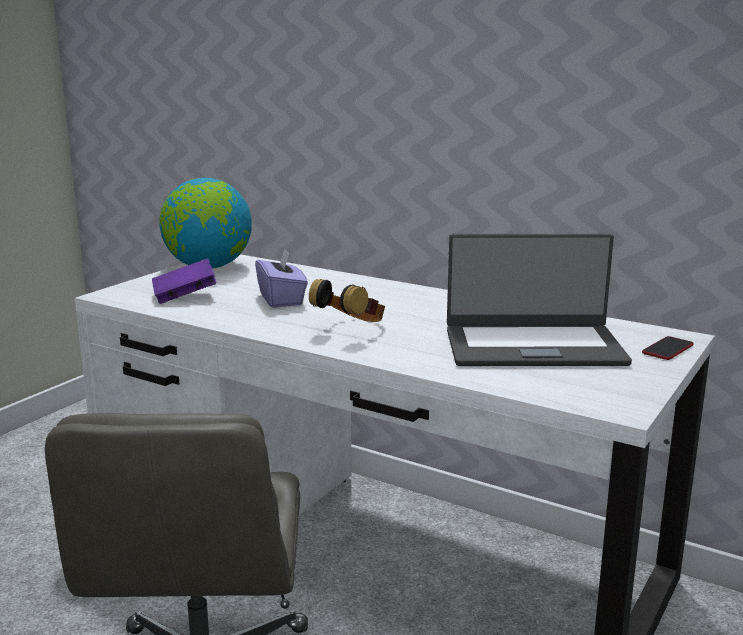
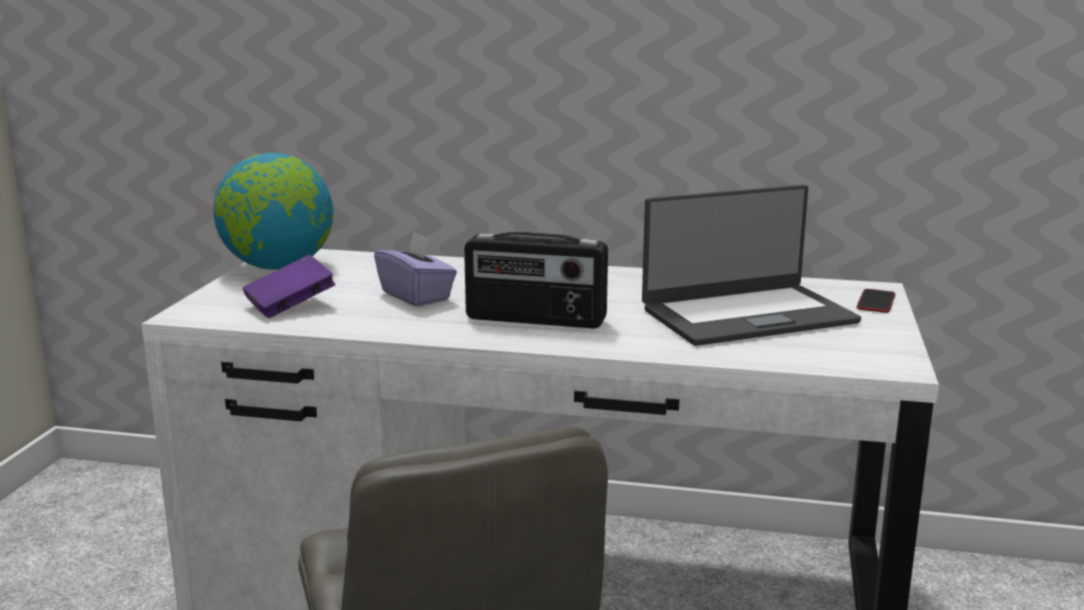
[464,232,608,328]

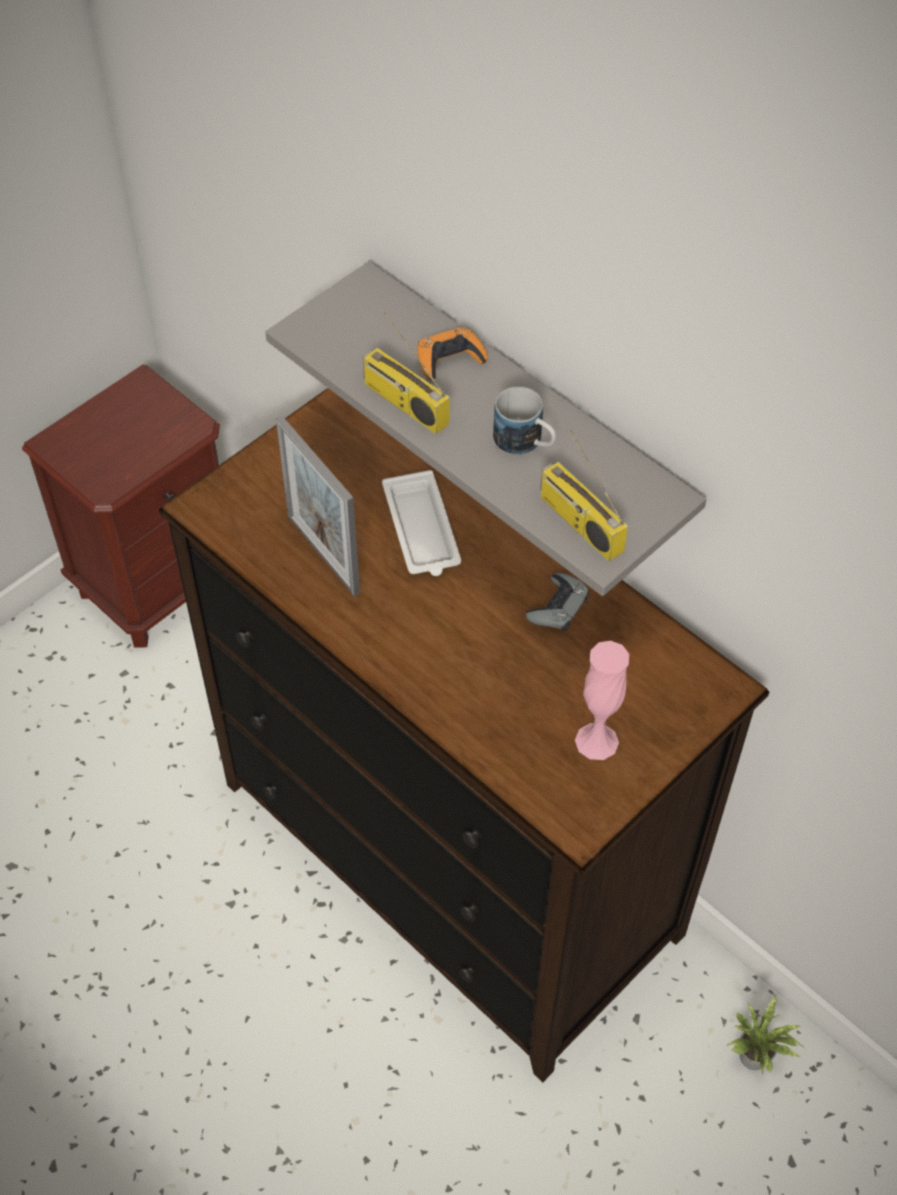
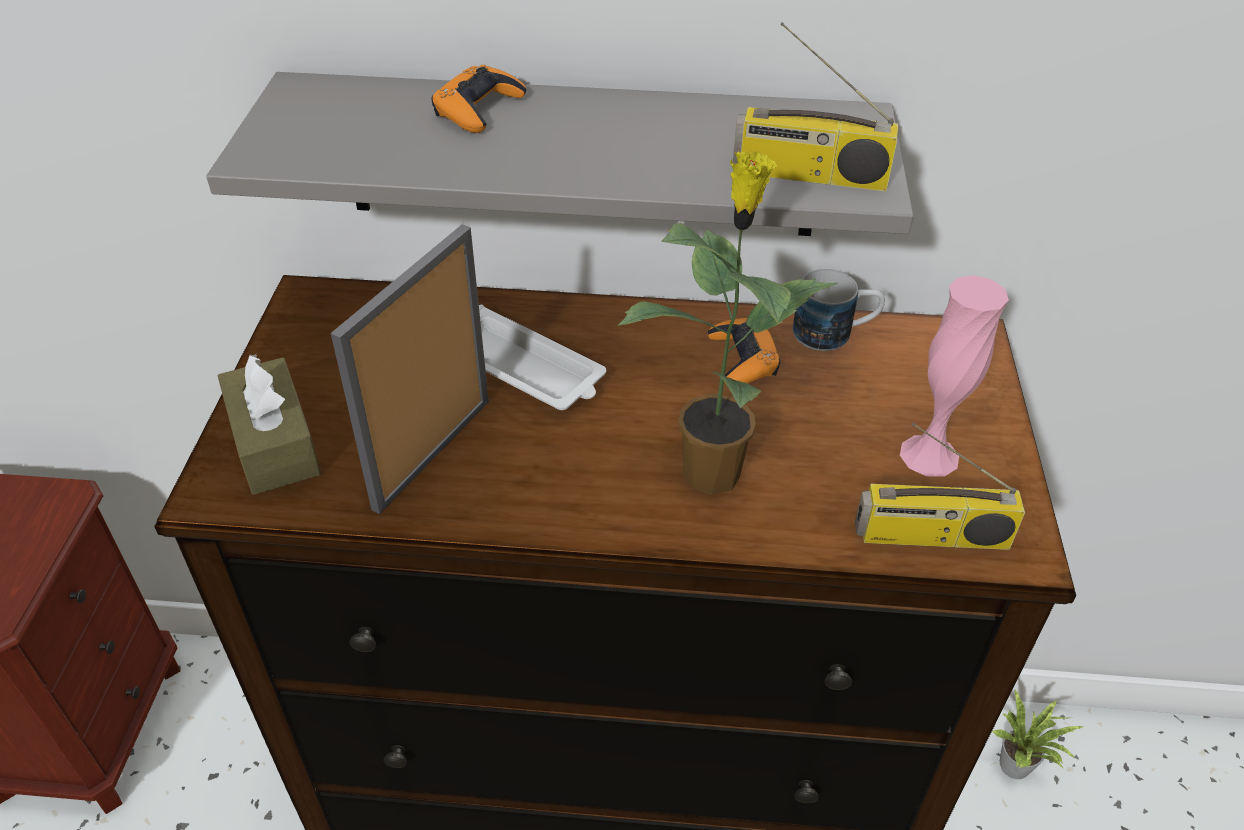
[855,423,1025,550]
[793,269,885,351]
[331,224,489,514]
[708,318,781,384]
[618,151,837,495]
[218,354,321,495]

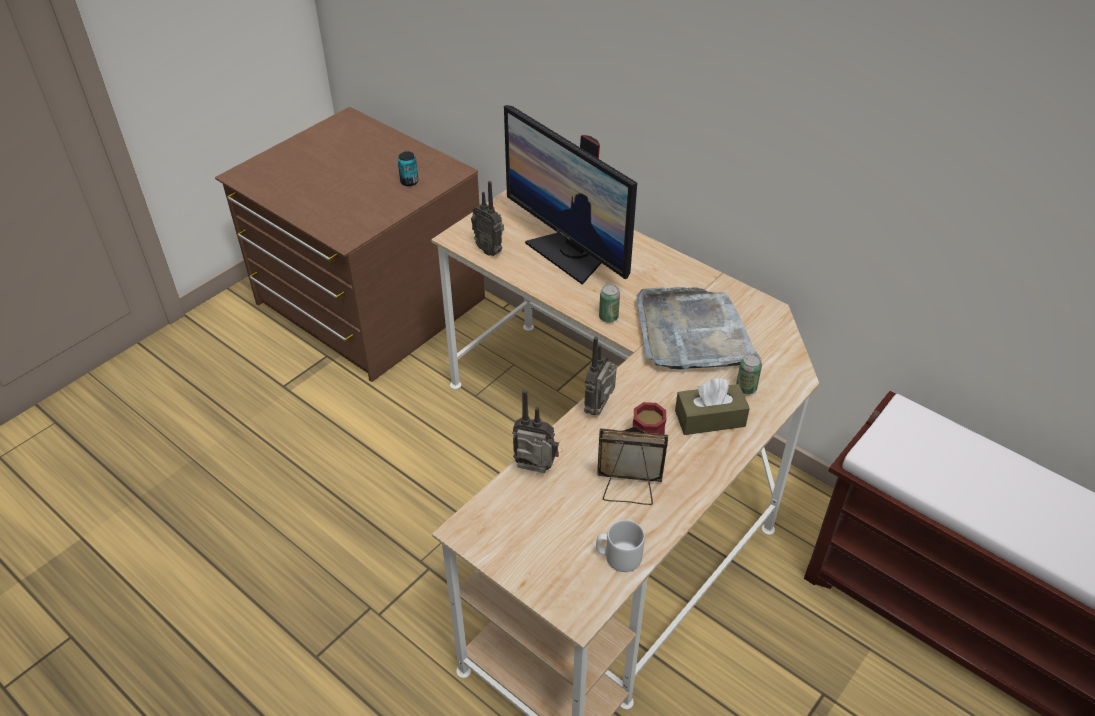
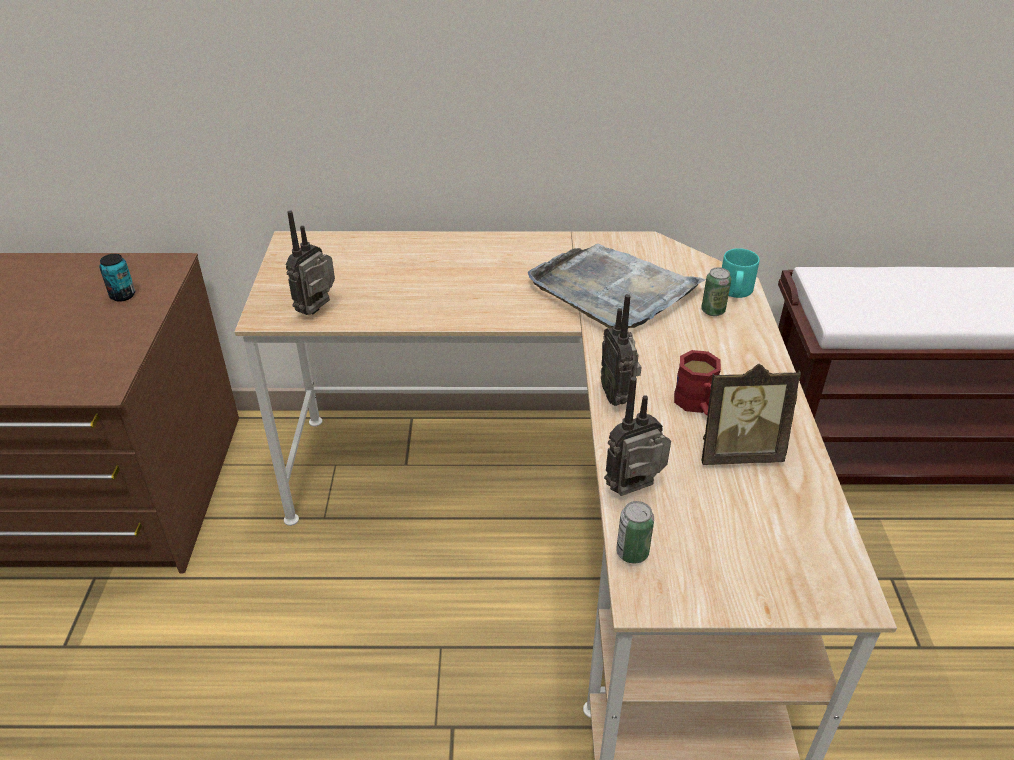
[504,105,637,285] (first image)
[286,211,335,315]
[616,501,654,564]
[675,378,750,435] (first image)
[702,364,801,465]
[596,520,645,572] (first image)
[722,248,759,298]

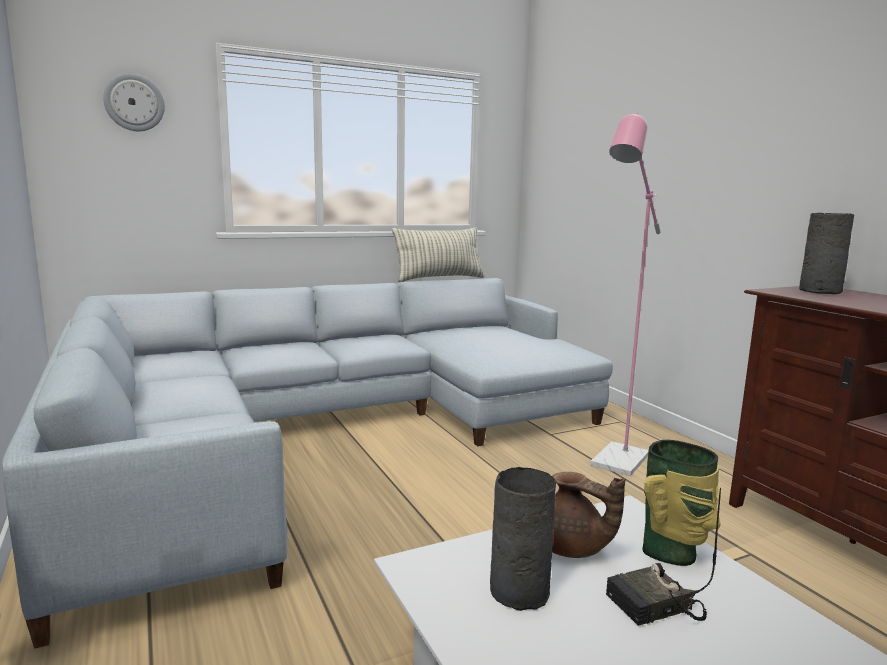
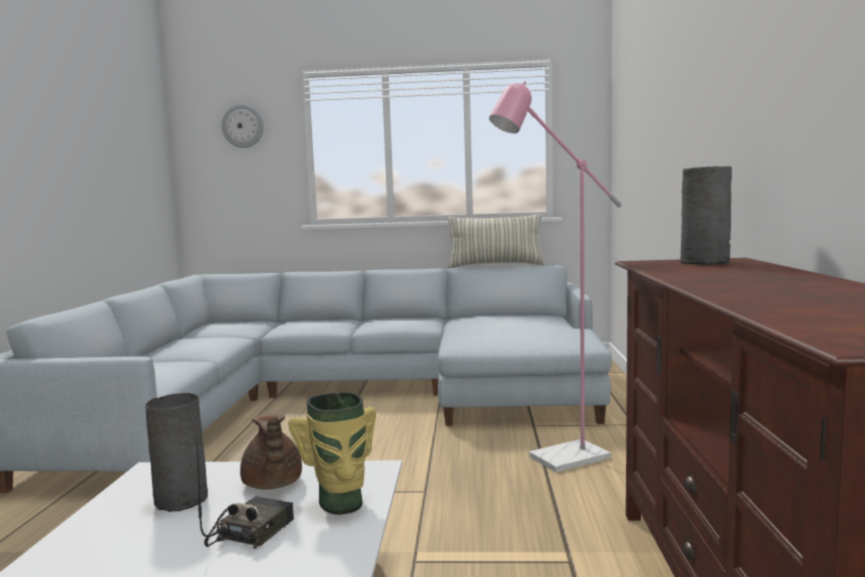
[196,438,294,549]

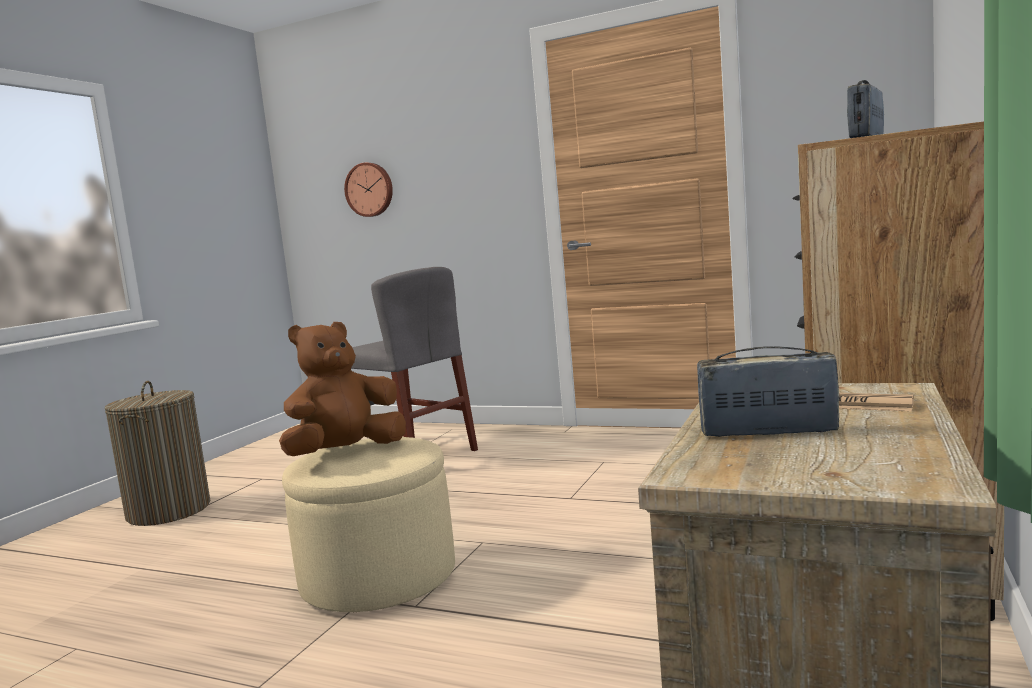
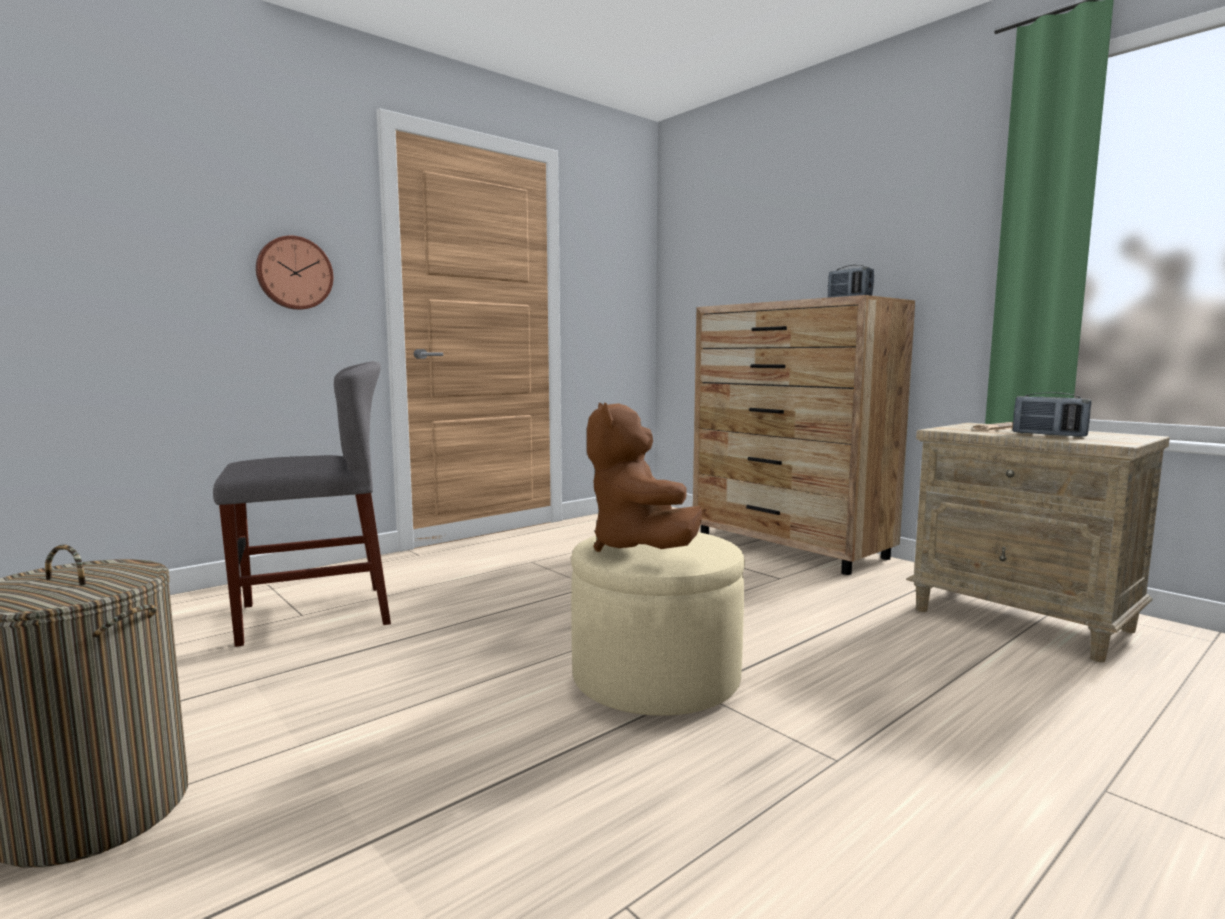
[256,236,333,310]
[1013,392,1091,437]

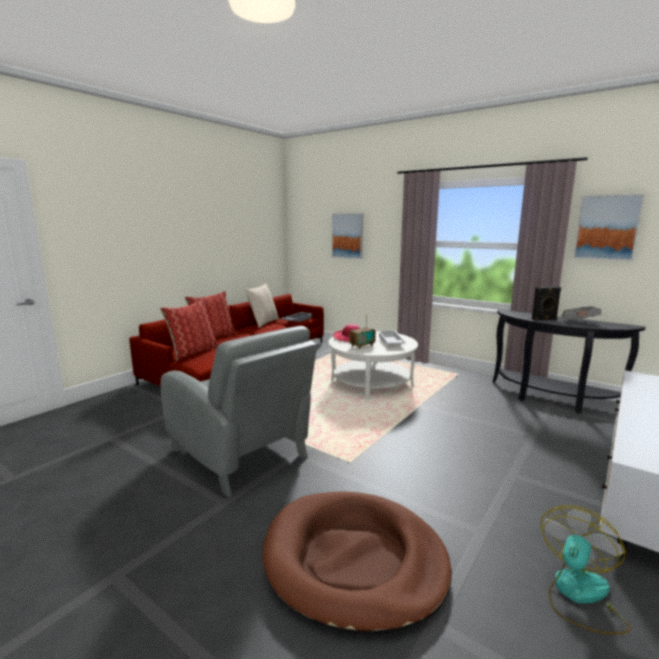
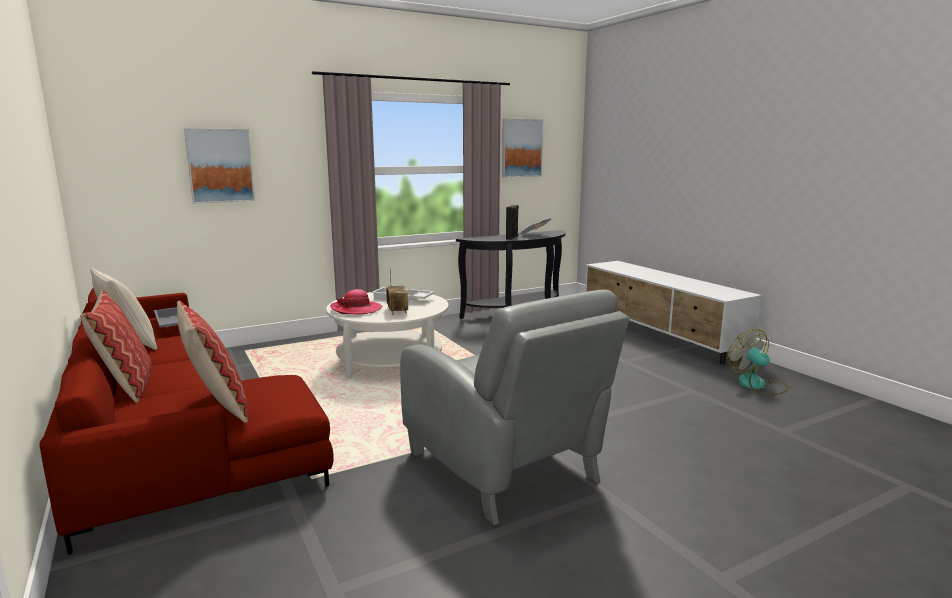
[400,290,629,525]
[262,491,452,635] (first image)

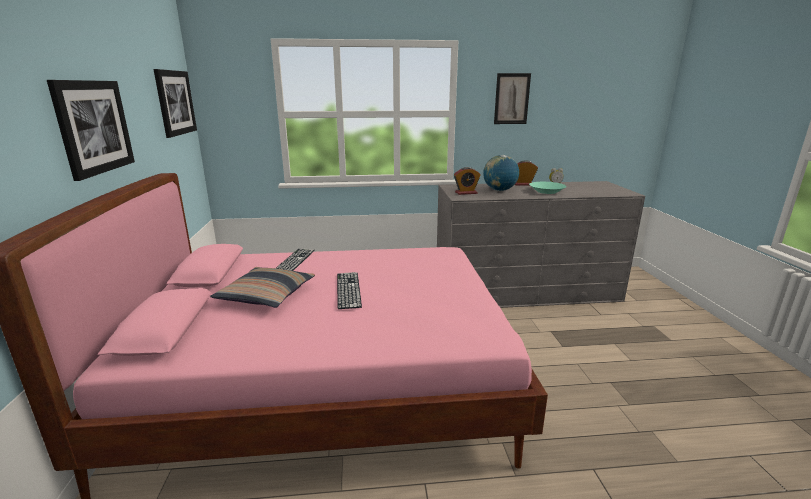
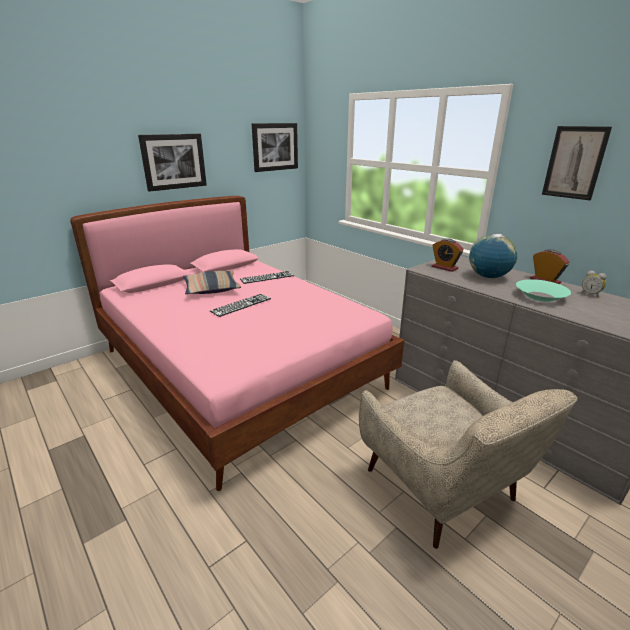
[359,360,577,549]

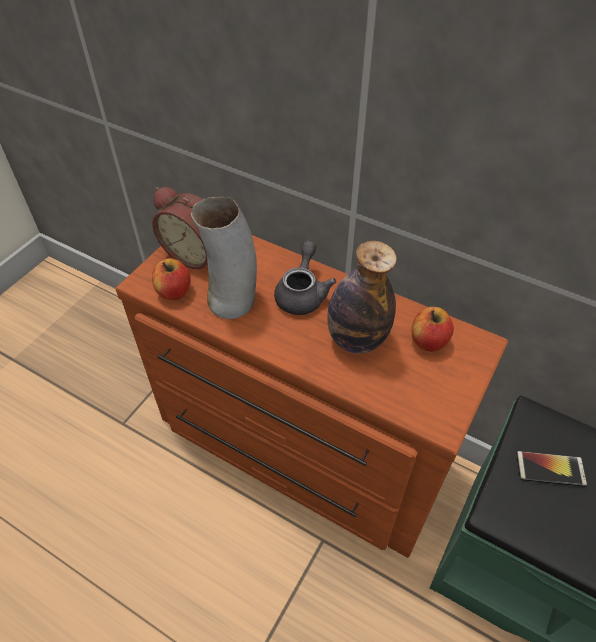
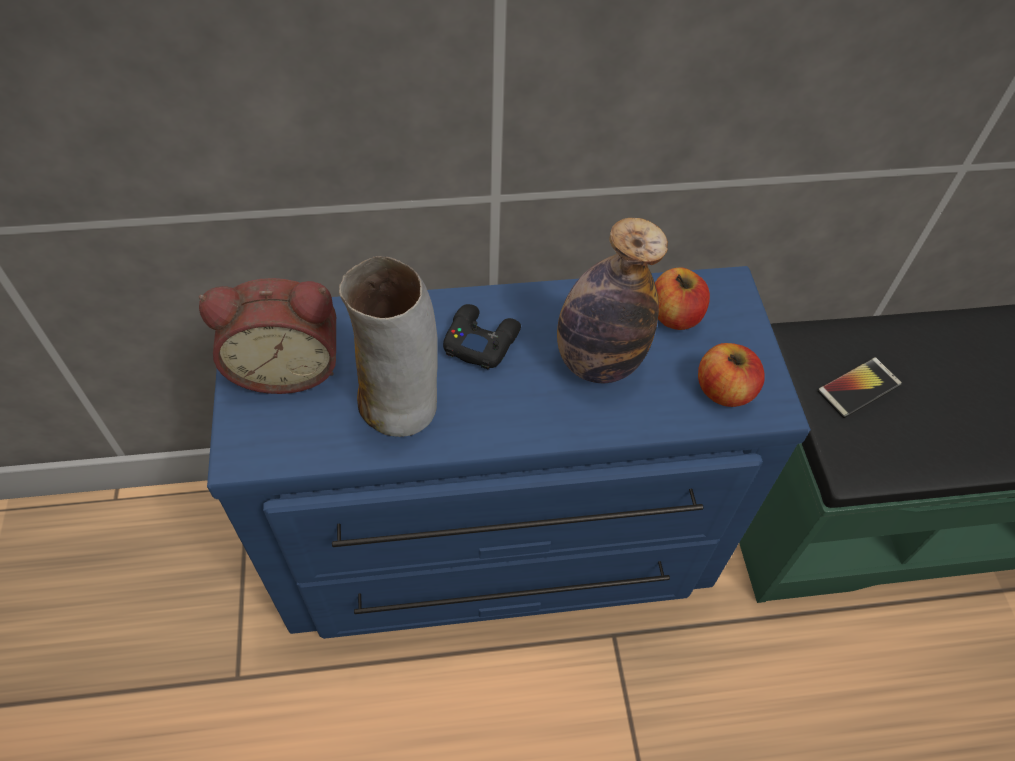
[207,266,811,639]
[443,304,521,370]
[698,343,765,407]

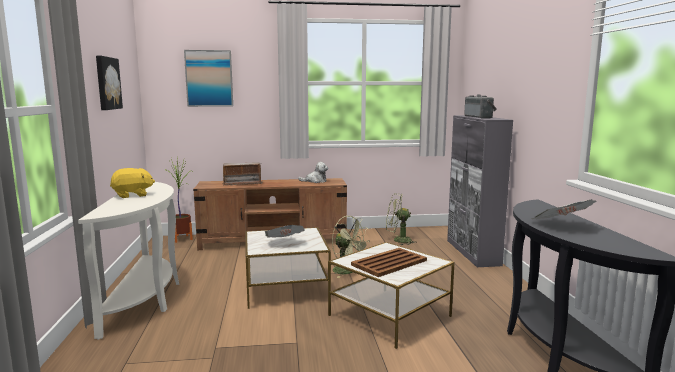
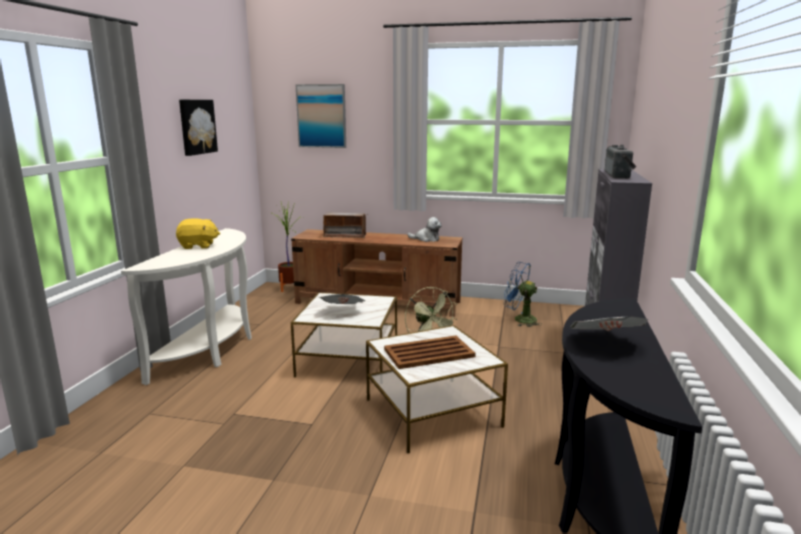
[504,262,541,327]

